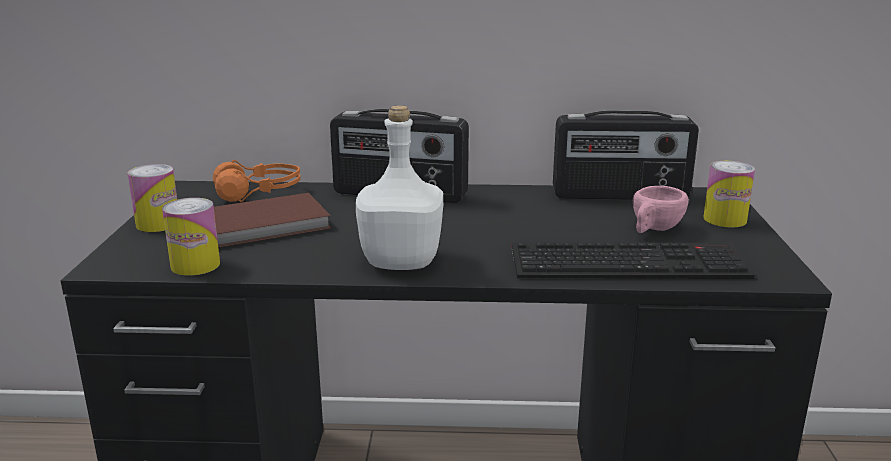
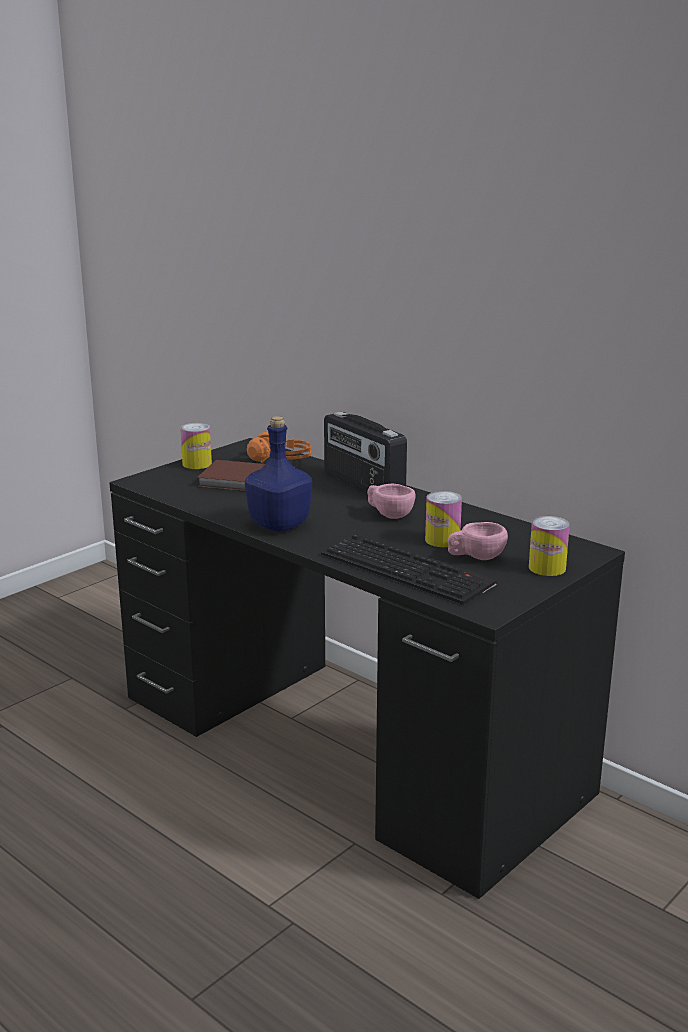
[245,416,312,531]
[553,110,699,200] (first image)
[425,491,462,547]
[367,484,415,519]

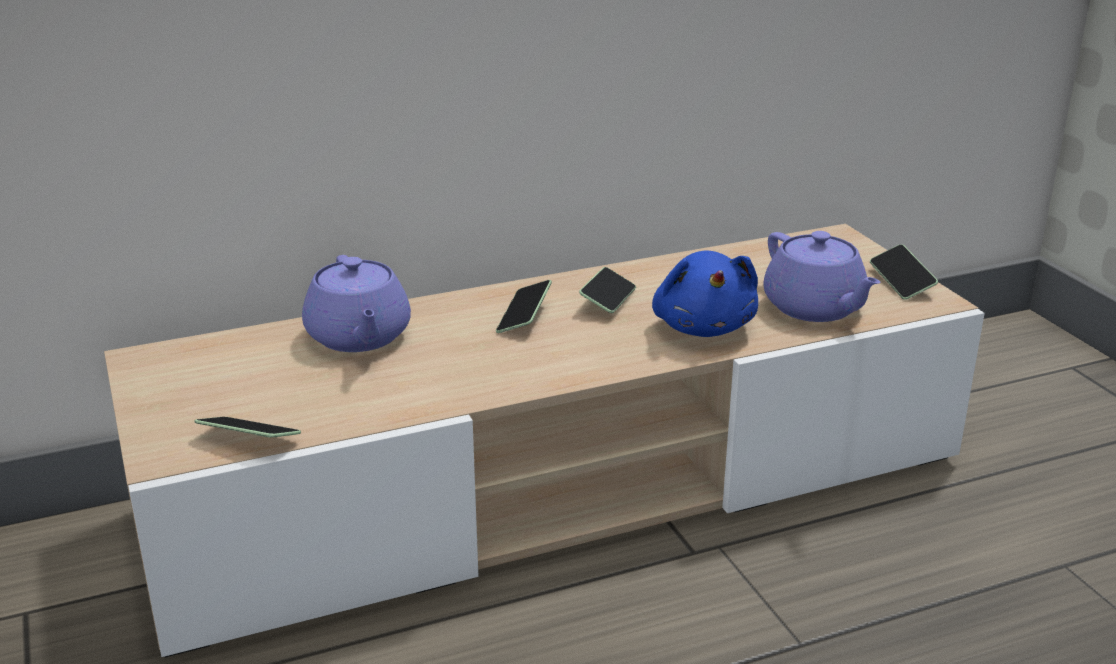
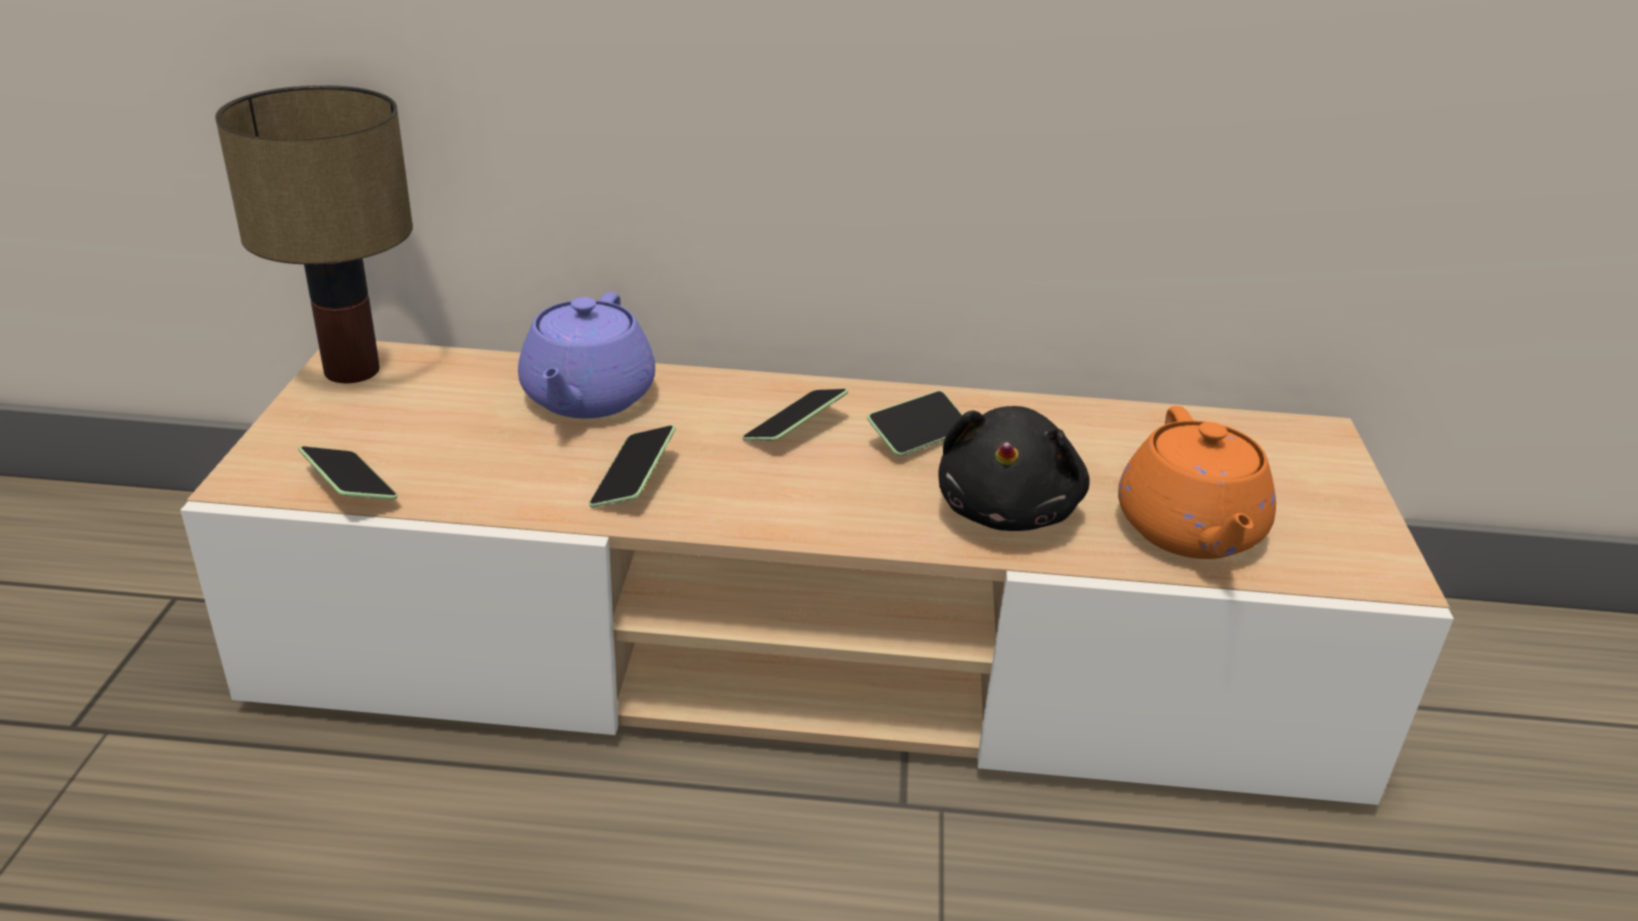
[1118,406,1276,559]
[589,425,676,508]
[938,406,1090,531]
[215,85,413,383]

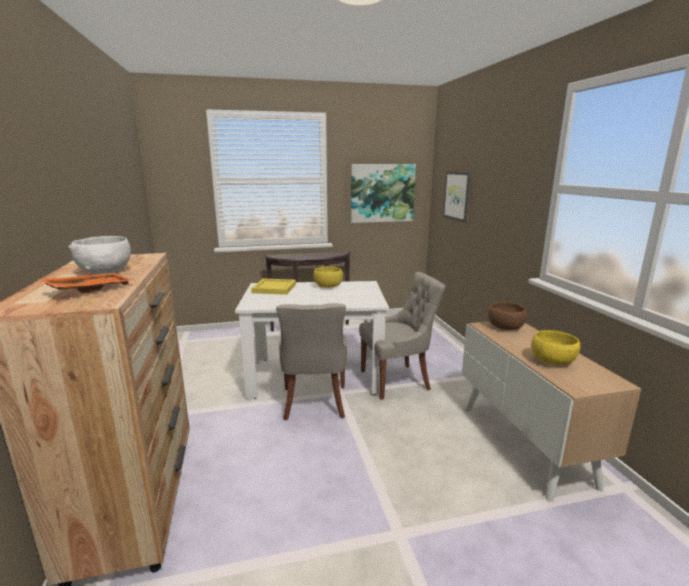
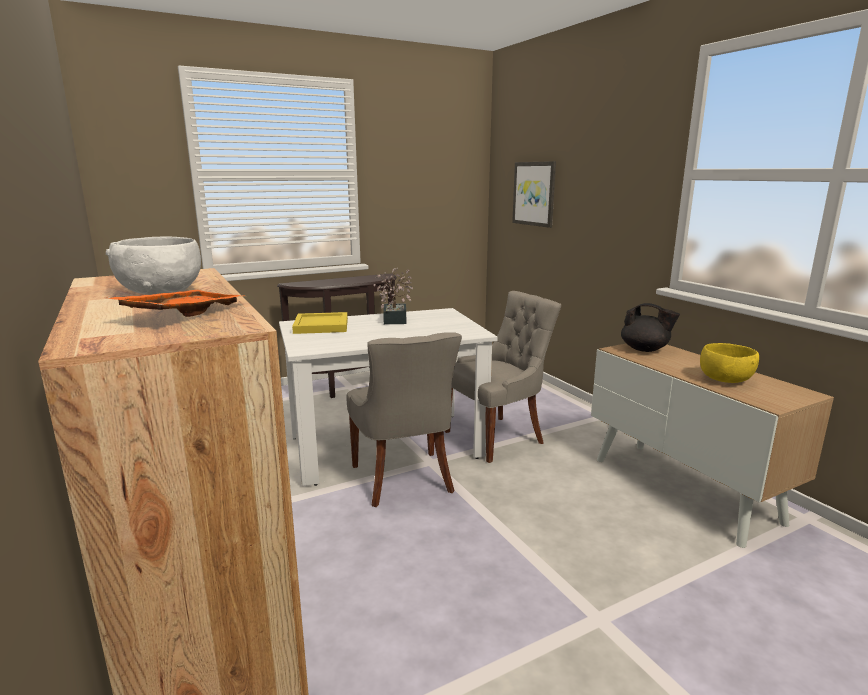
[351,164,416,223] (first image)
[373,268,413,324]
[621,303,680,352]

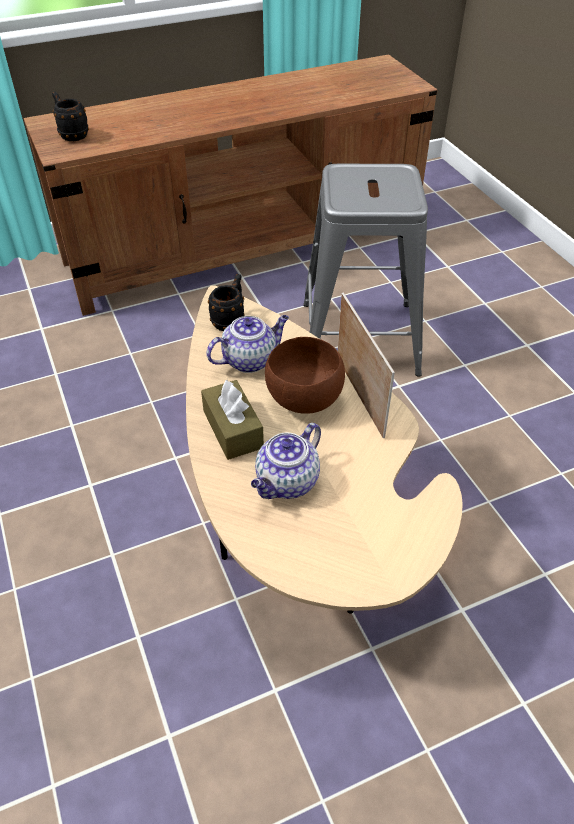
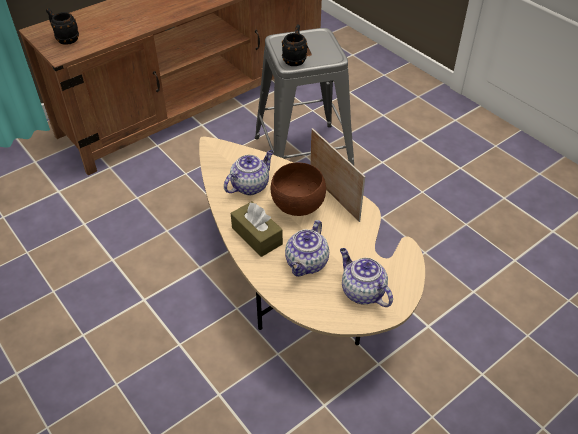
[282,24,307,66]
[340,248,393,307]

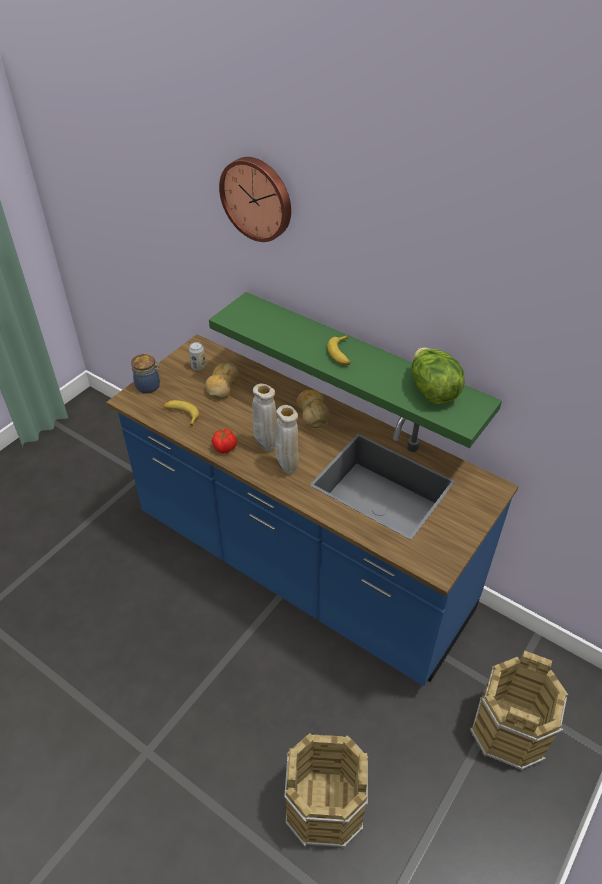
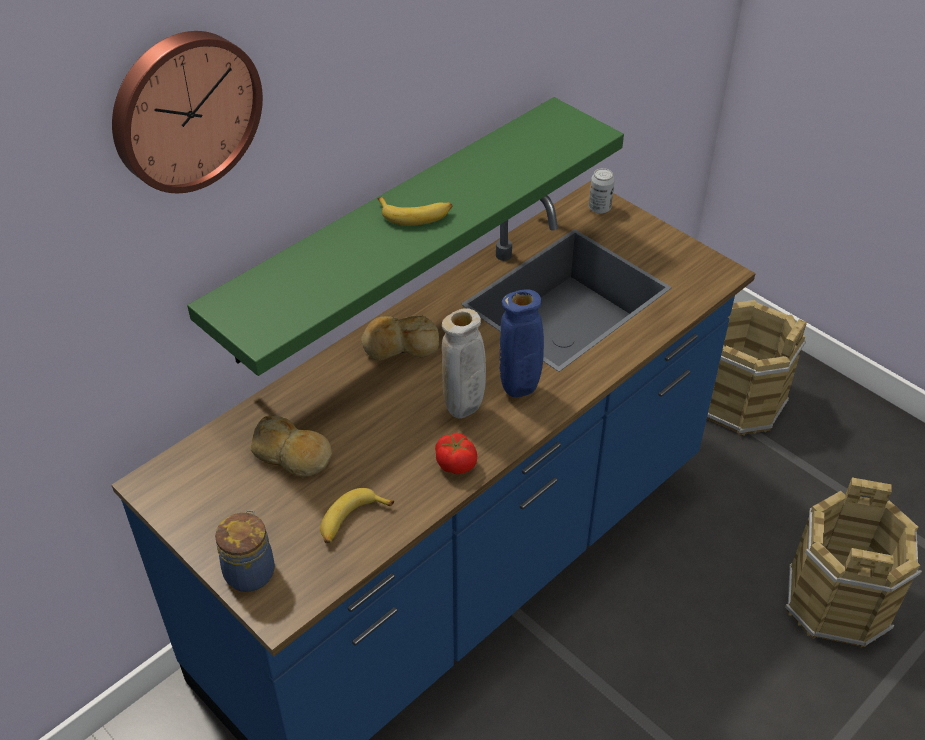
[589,168,615,214]
[412,347,465,404] (first image)
[500,289,544,397]

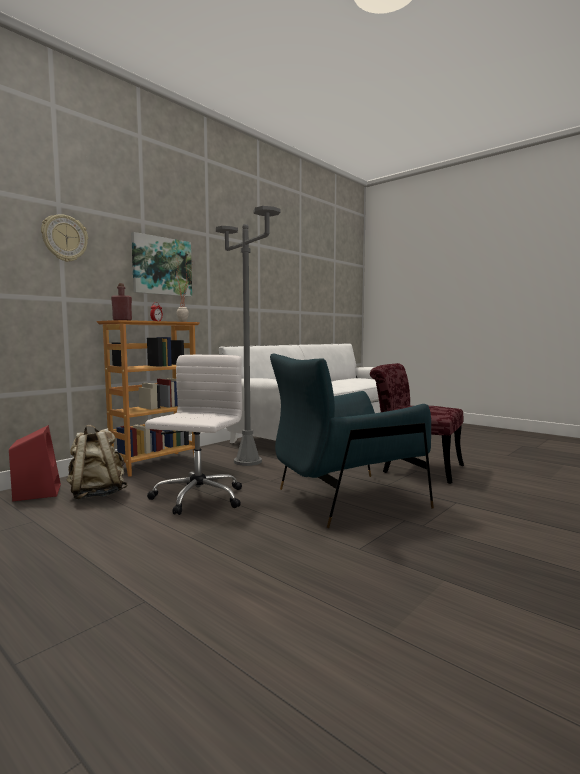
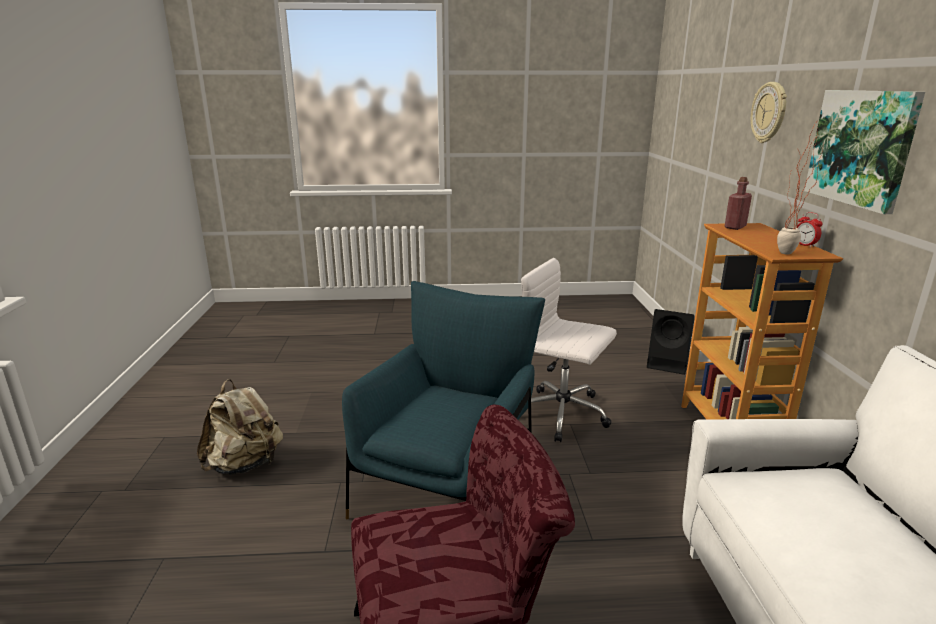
[216,206,281,466] (first image)
[521,258,617,442]
[647,309,695,375]
[197,379,283,475]

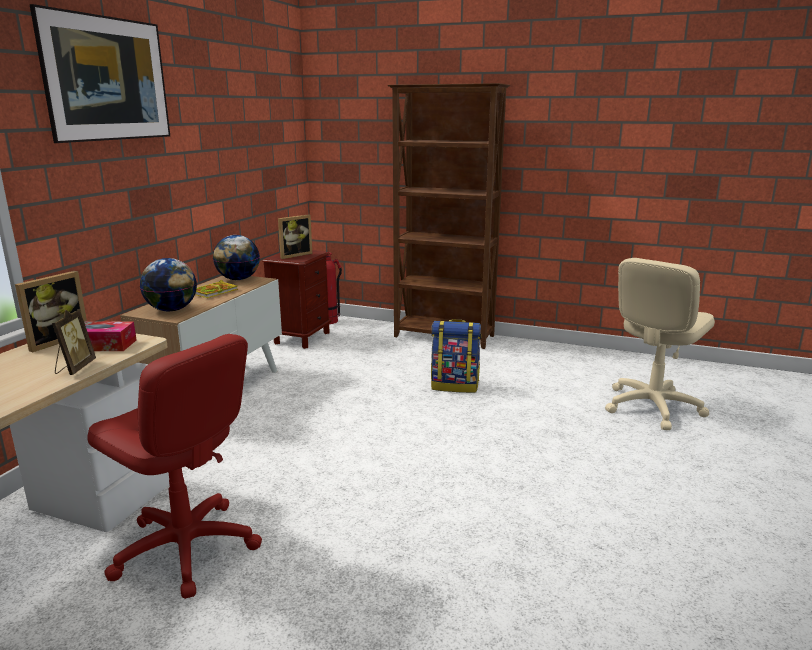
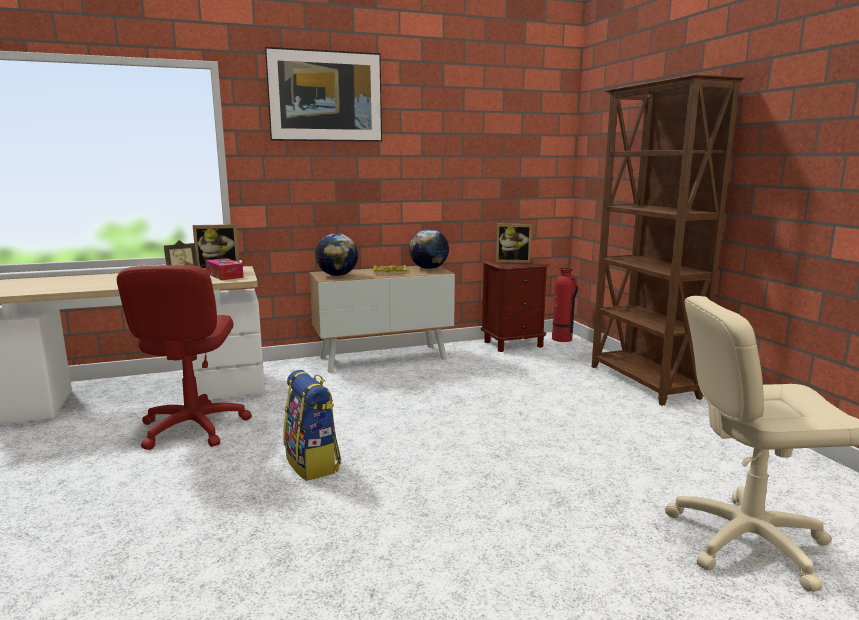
[283,370,341,481]

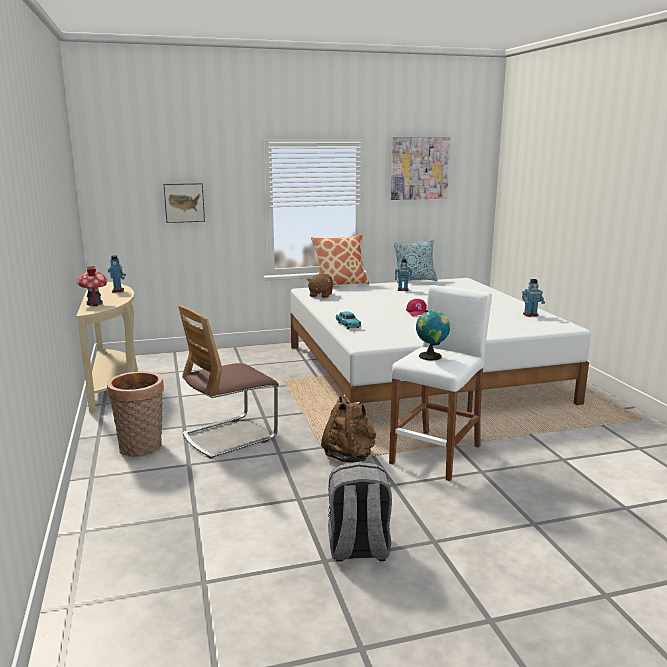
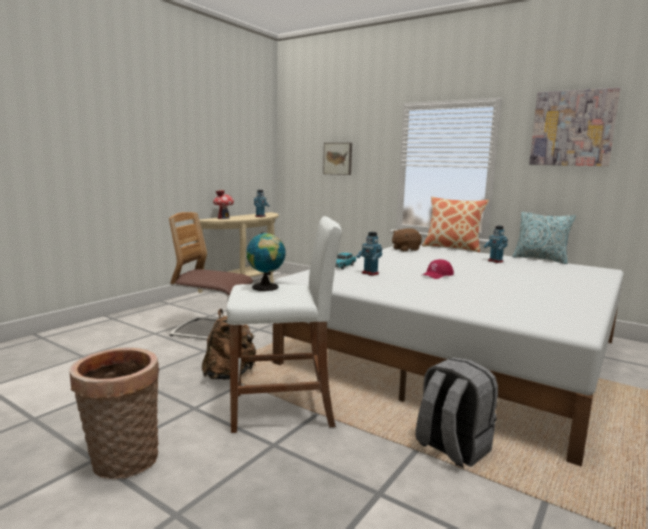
[356,232,382,276]
[69,348,159,479]
[415,357,498,468]

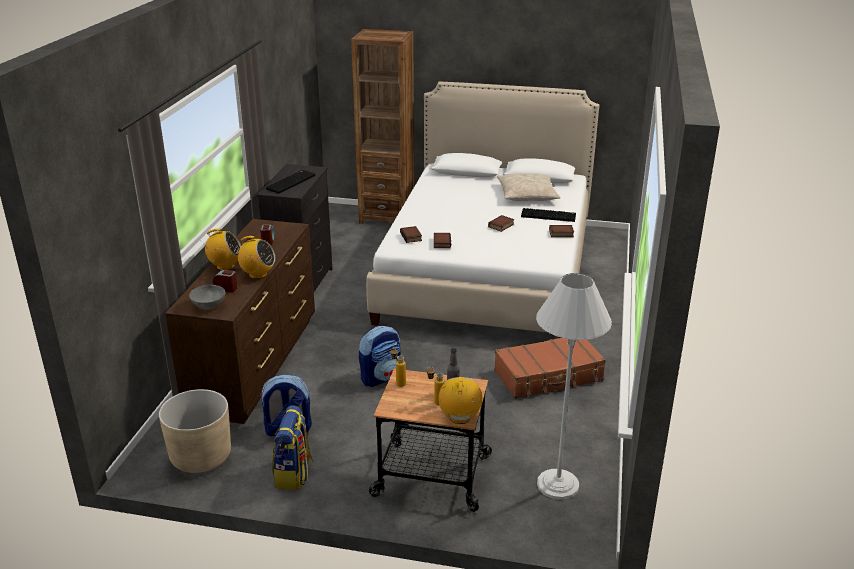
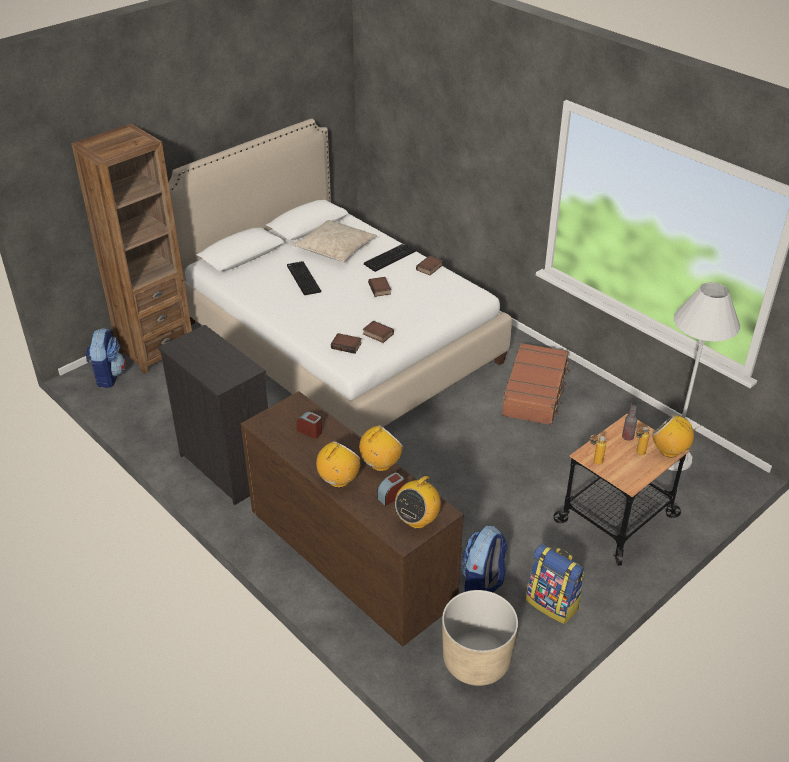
[287,261,321,295]
[395,471,441,529]
[86,328,125,388]

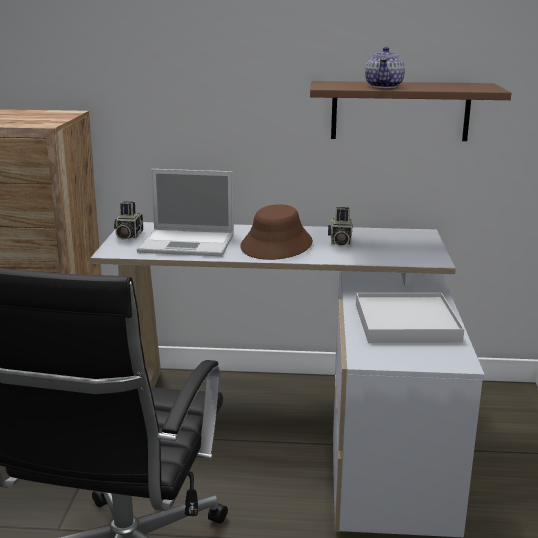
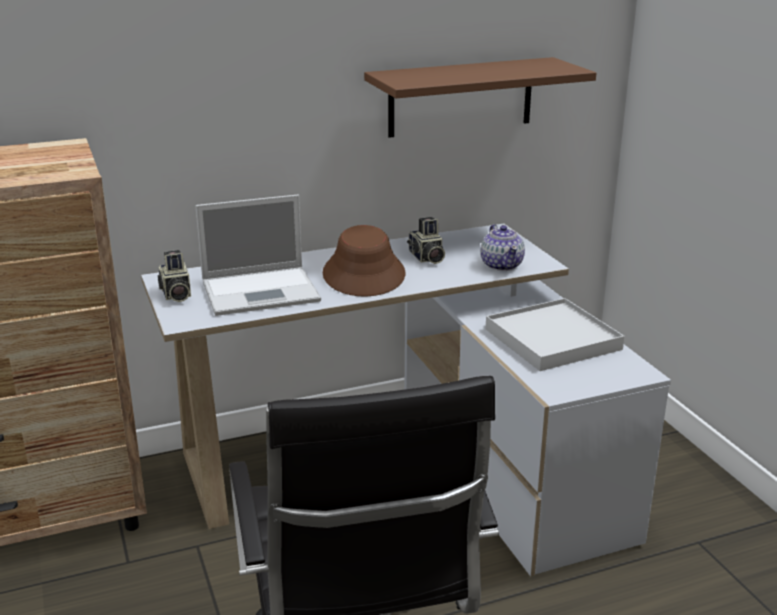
[480,224,525,271]

